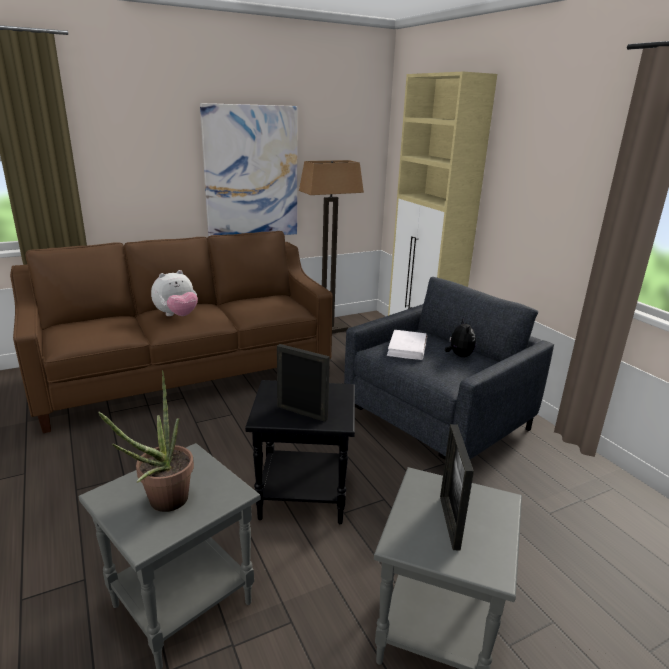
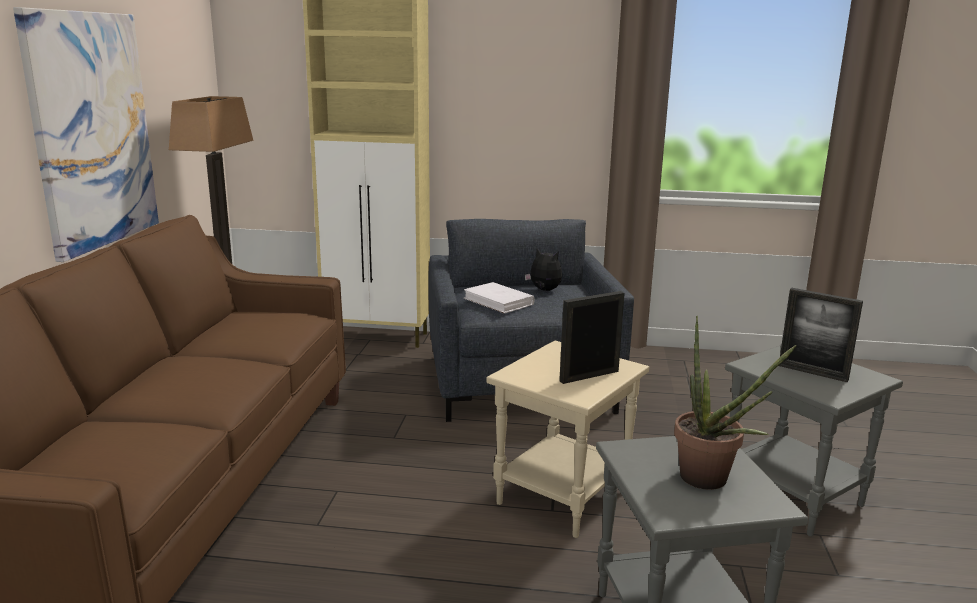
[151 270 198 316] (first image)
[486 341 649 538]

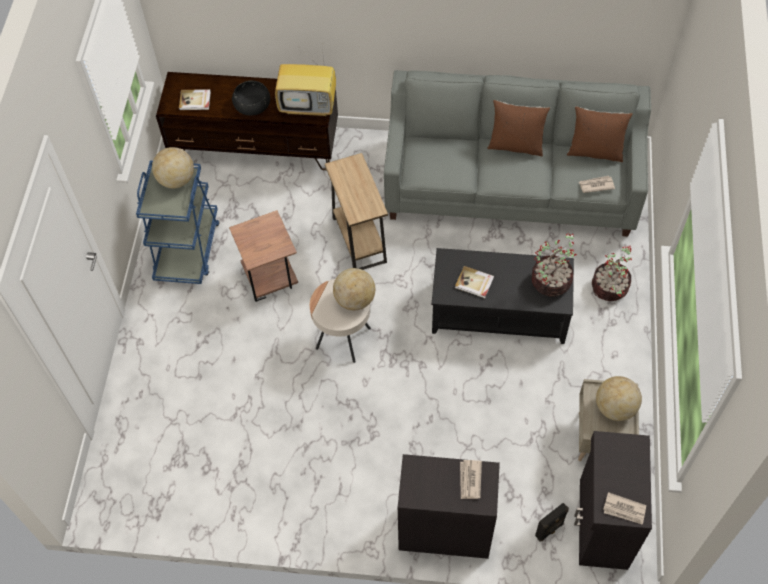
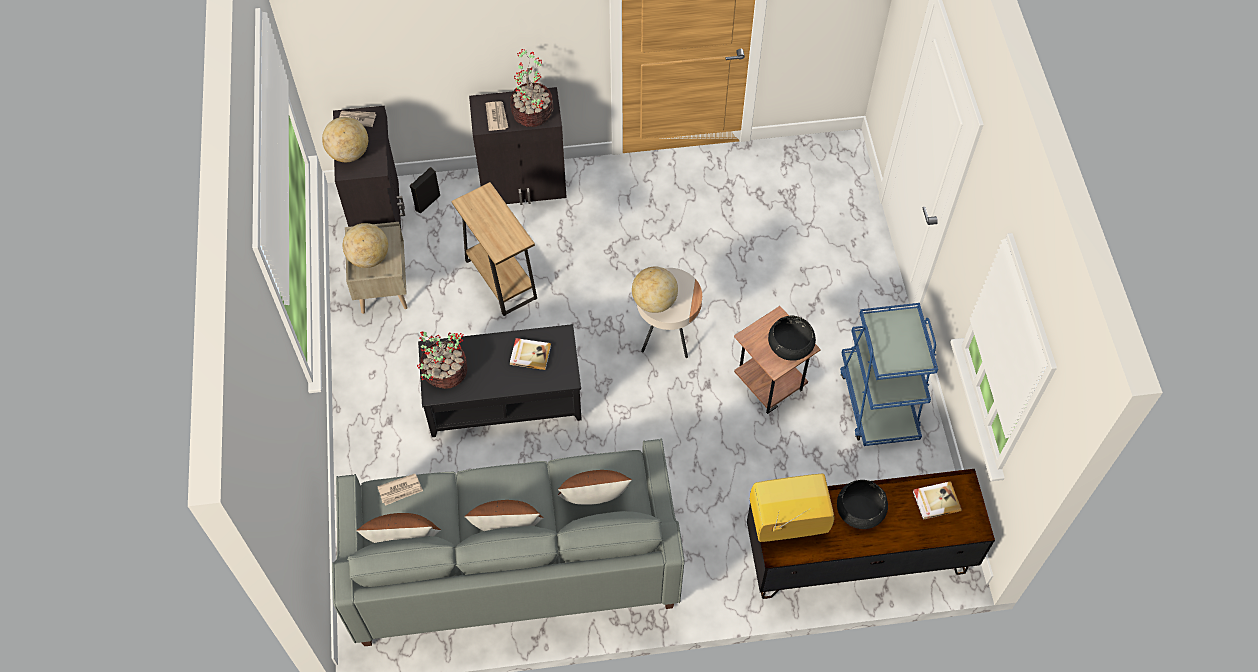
[558 470 632 505]
[768 316 816 361]
[322 117 368 162]
[452 182 537 316]
[510 49 553 127]

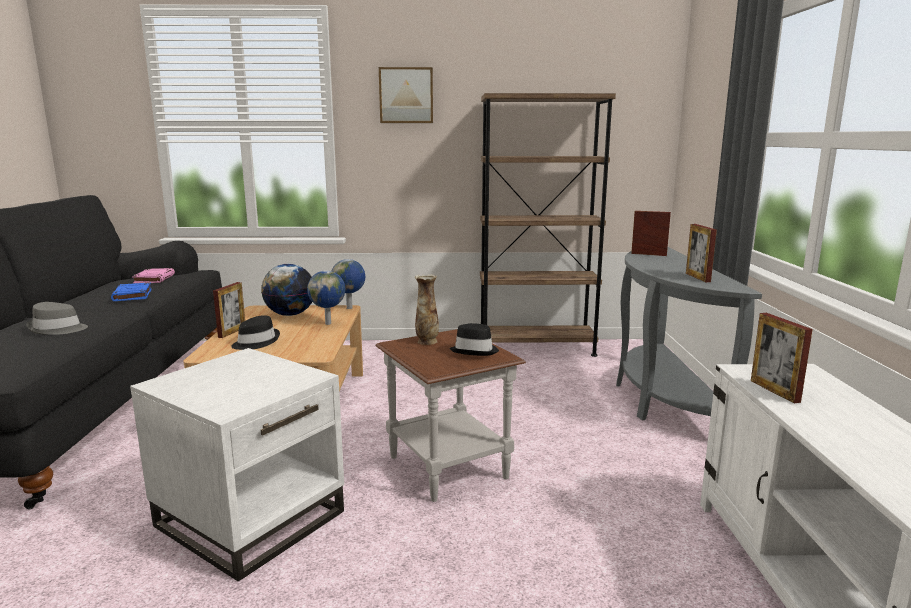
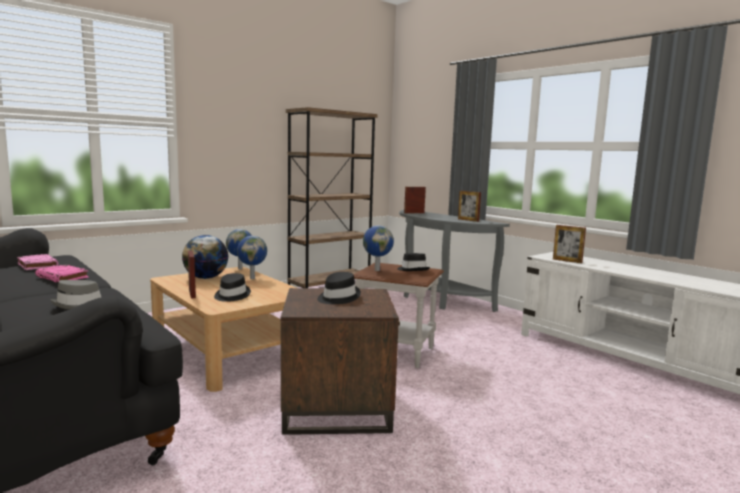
[379 67 433 123] (first image)
[317 272 361 304]
[363 225 394 271]
[35 265 89 283]
[281 288 400 435]

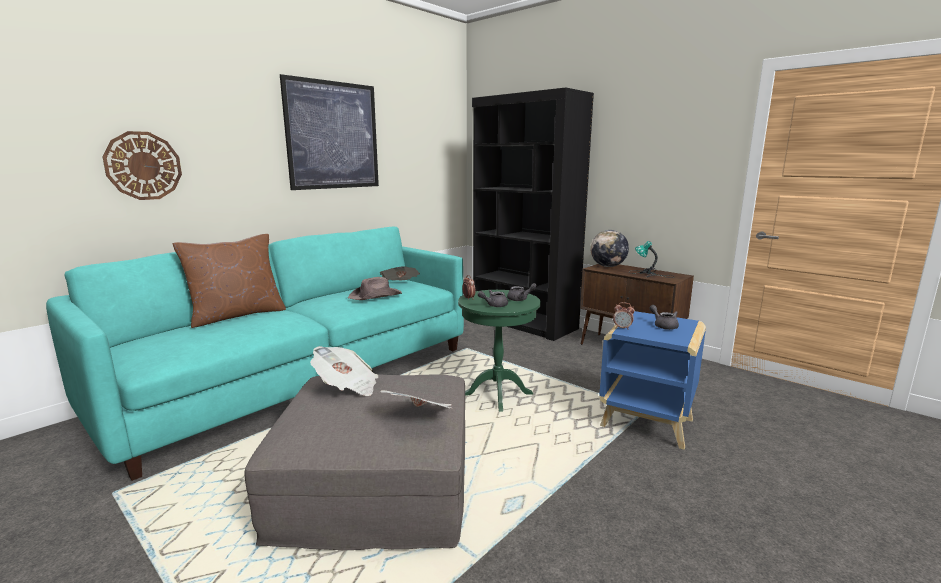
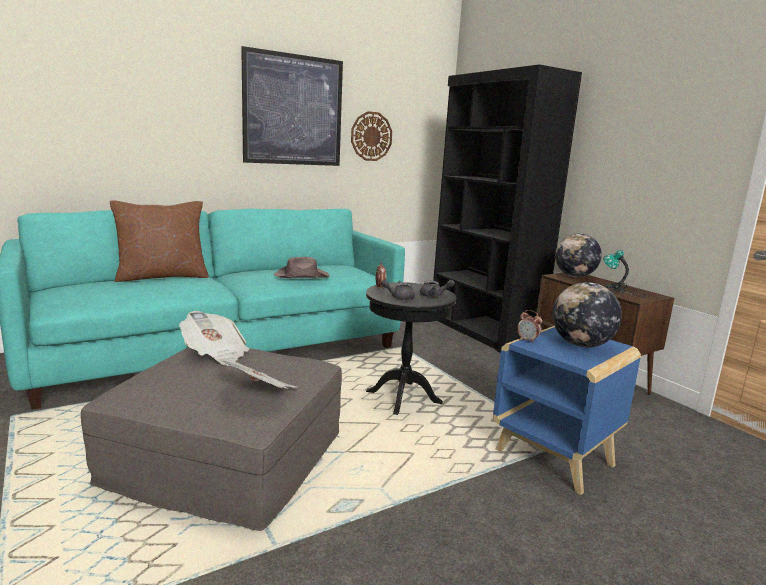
[380 266 420 280] (first image)
[351 111 392 161]
[553 282 622 348]
[366 282 456 415]

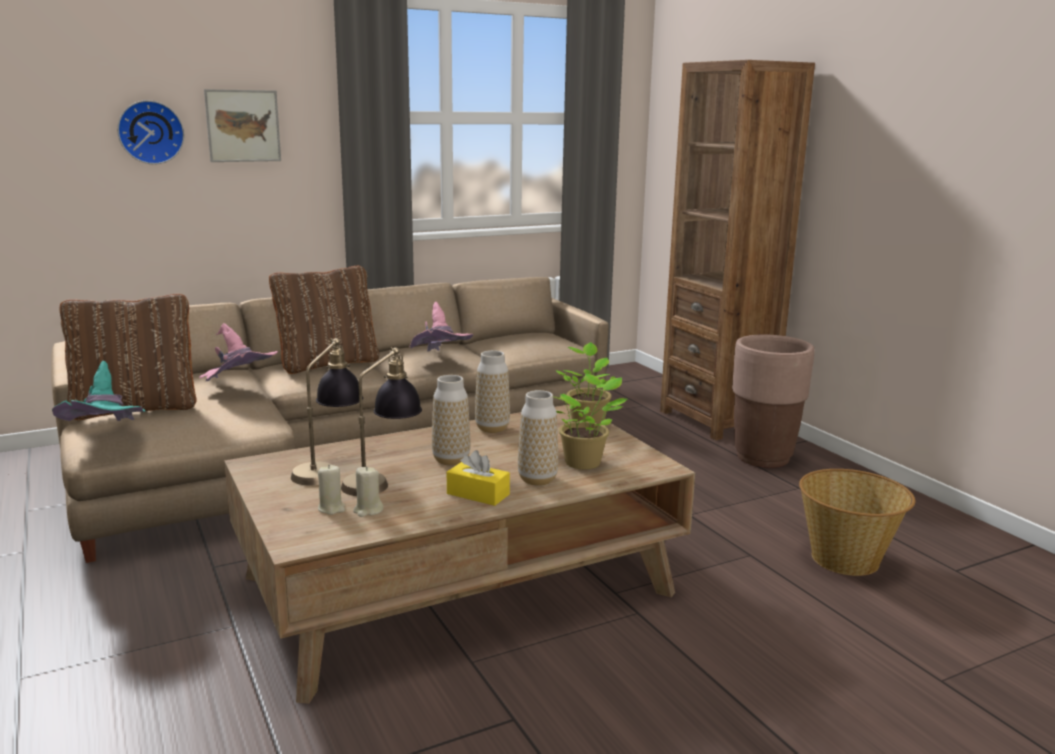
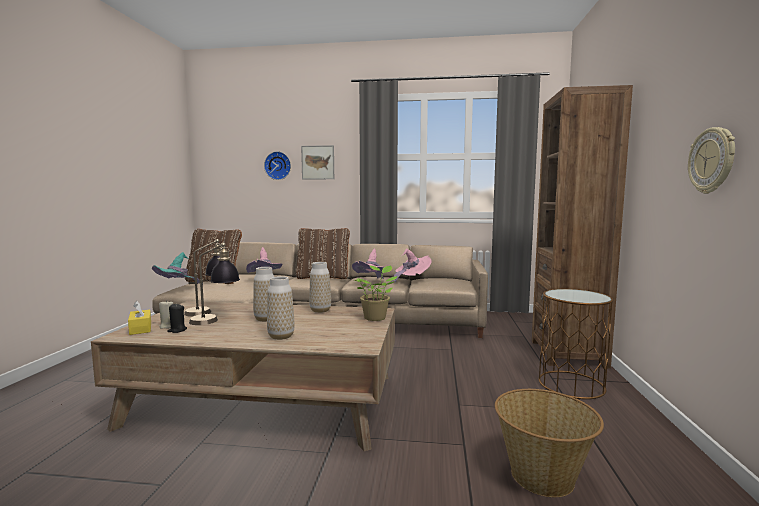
[554 374 627 469] (first image)
[390 248 432 283]
[688 127 735 194]
[128 301 151 335]
[539 289 613 399]
[167 304 187 333]

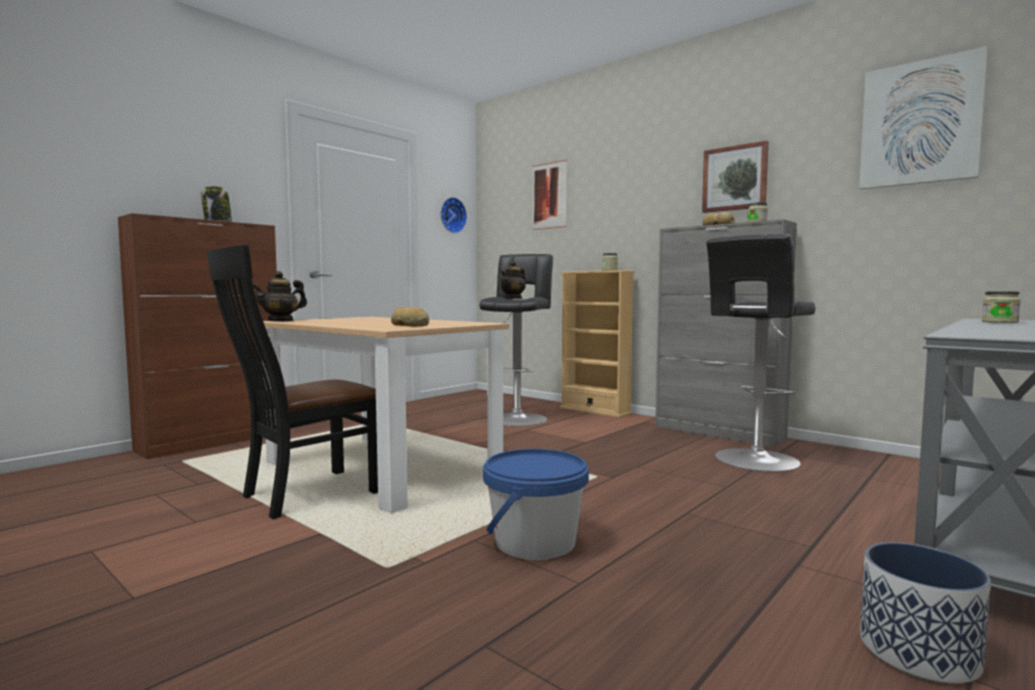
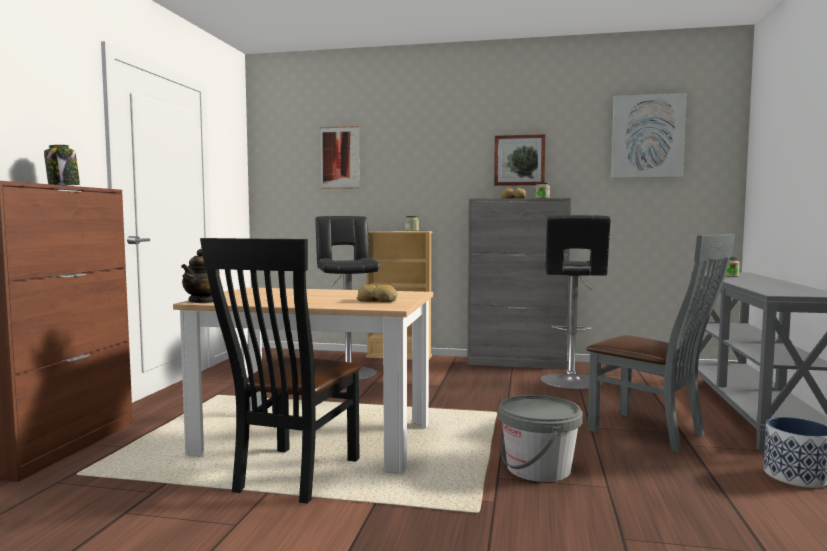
[441 197 467 233] (first image)
[500 261 526 299] (first image)
[587 234 735 452]
[498 395 583 482]

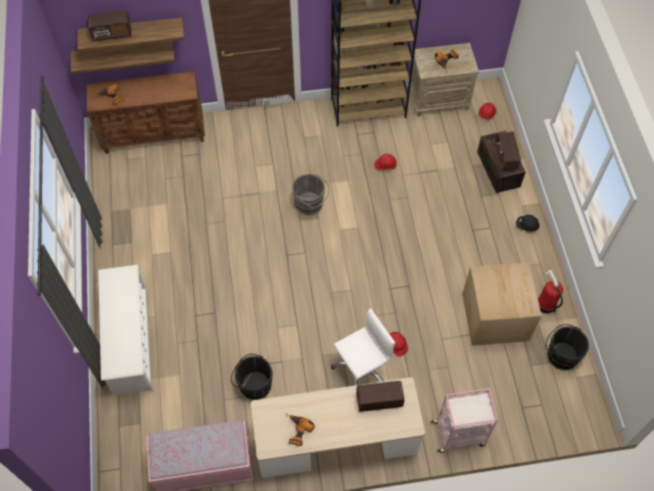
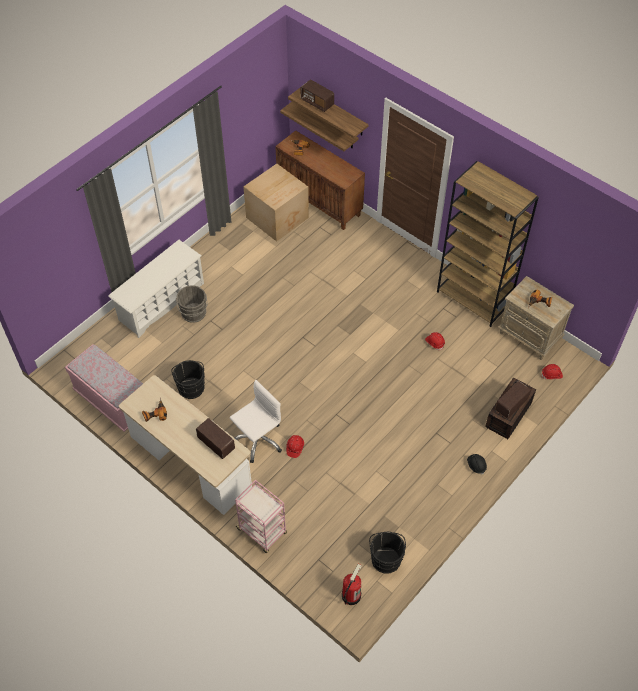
[176 285 208 323]
[243 164 309 242]
[342 564 362 605]
[230 380 282 463]

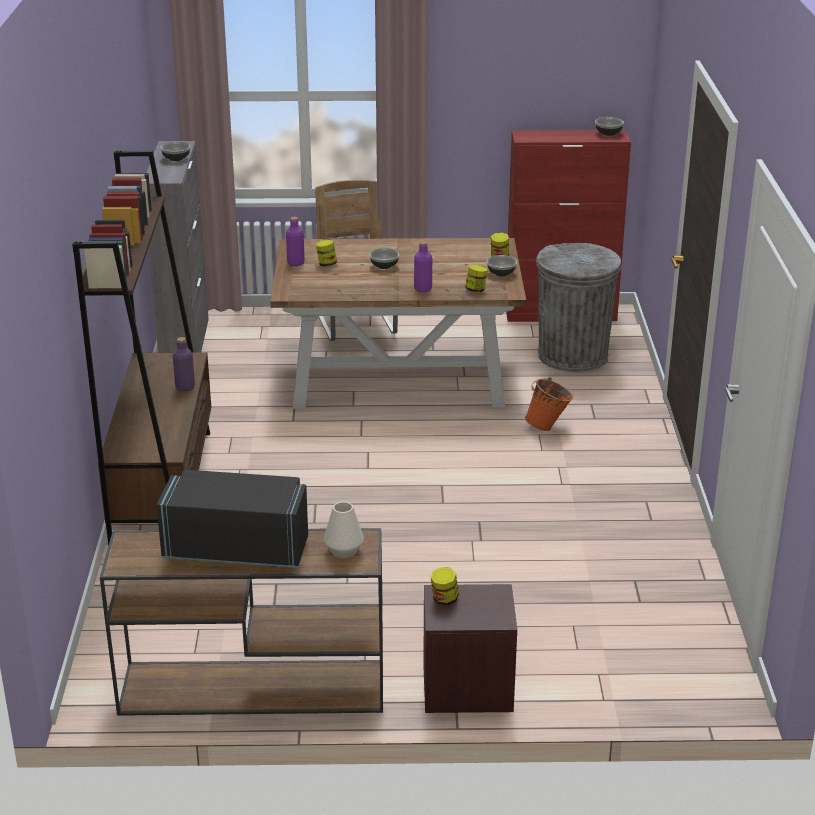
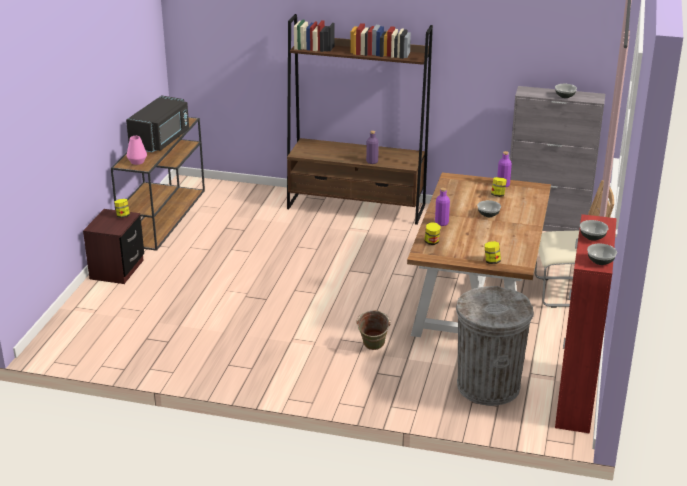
[580 220 609 241]
[127 136 147 165]
[356 310 391 350]

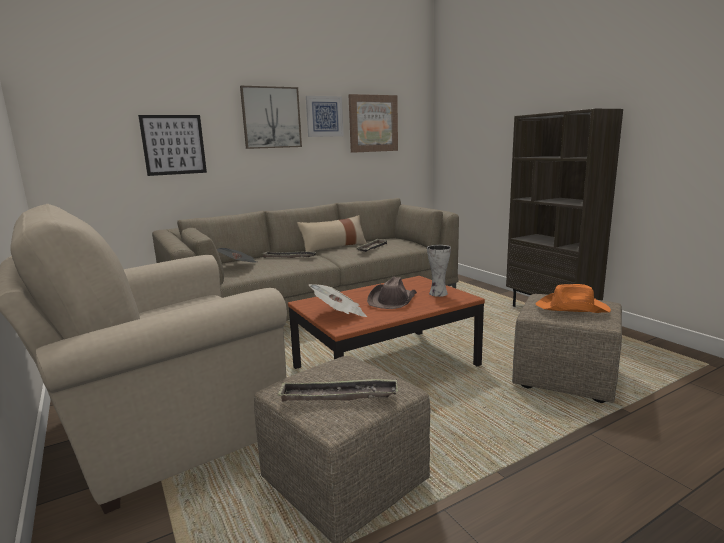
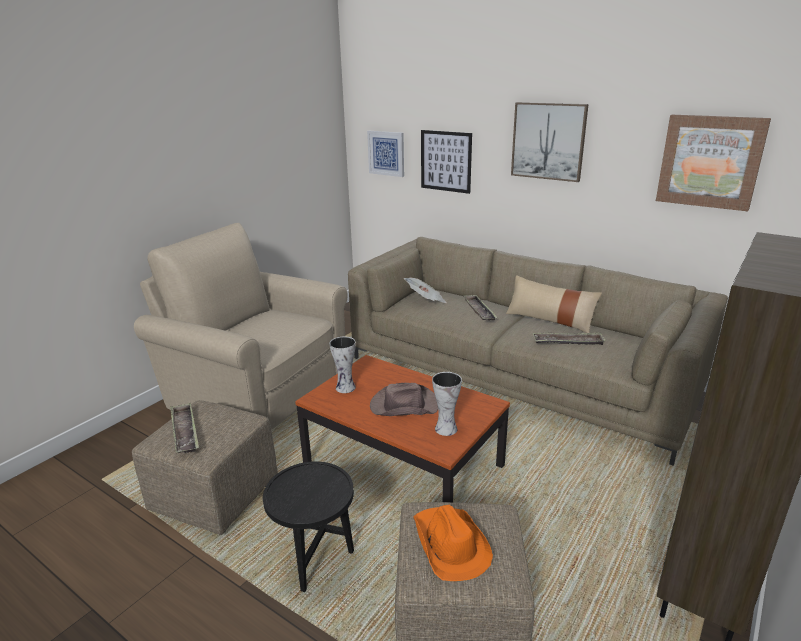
[263 461 354 592]
[367 131 404 177]
[329 336 356 393]

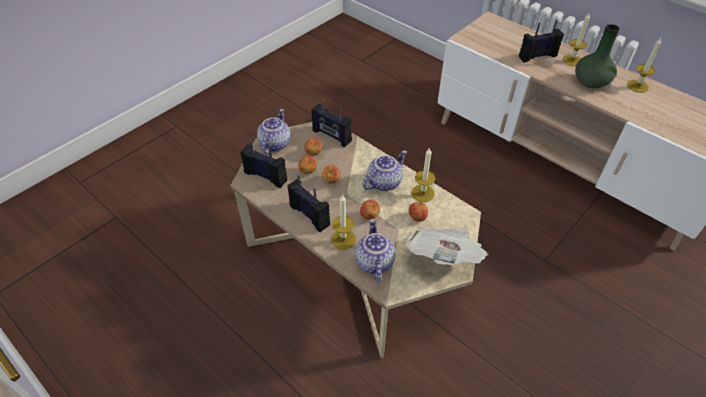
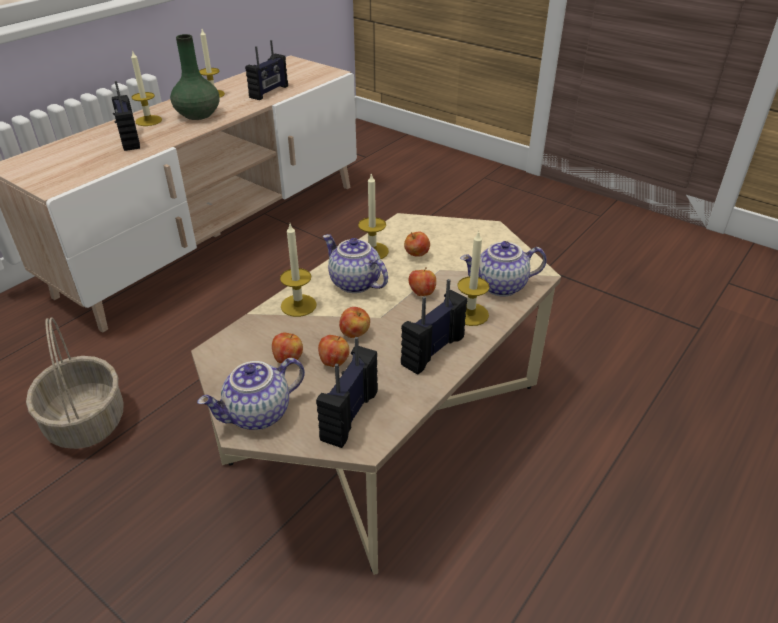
[405 227 488 265] (first image)
[26 317 123 449]
[280 224 317 317]
[245 40 288 100]
[197 358 305 430]

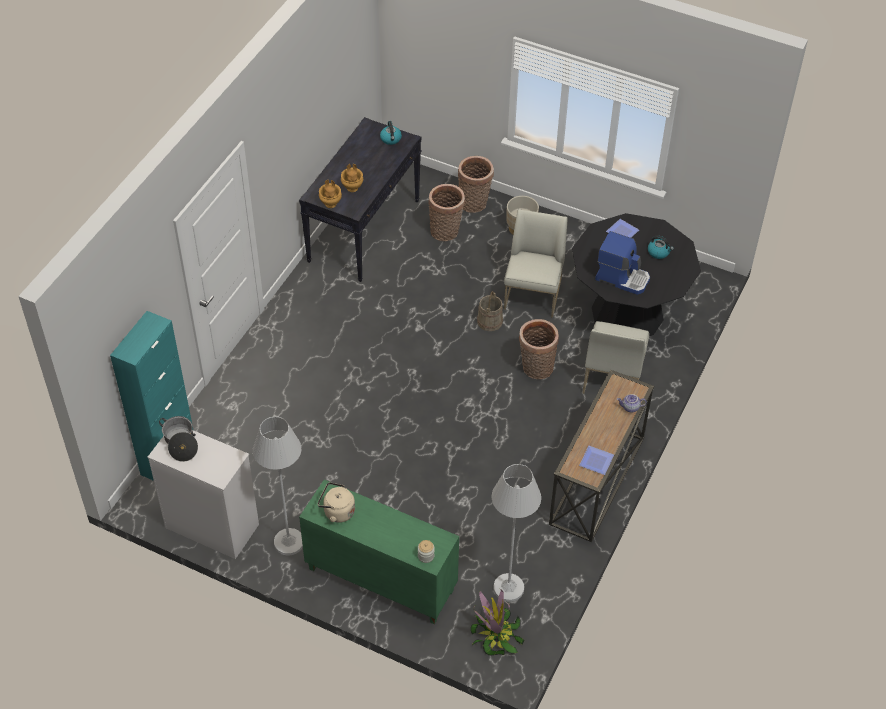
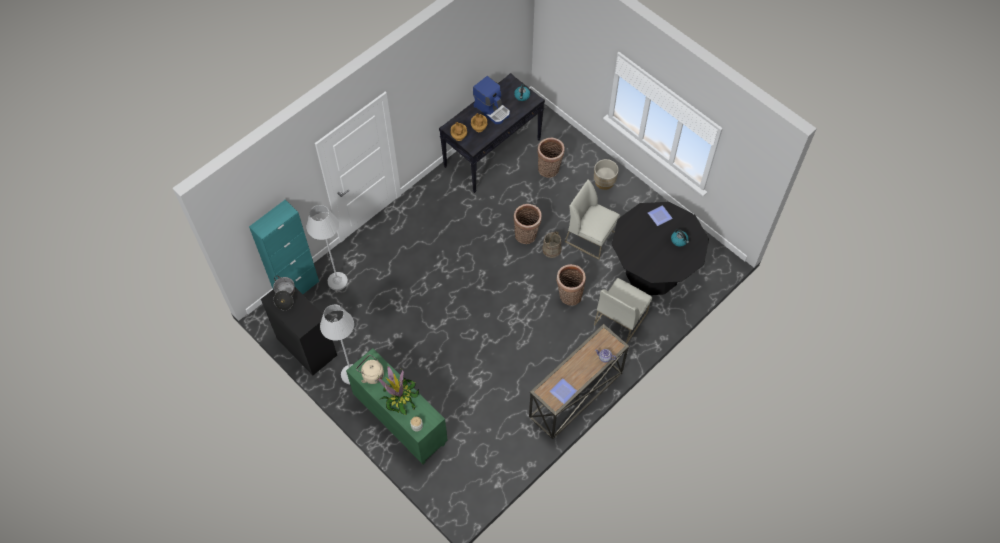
[513 204 542 244]
[378 366 419 415]
[306 205 348 290]
[473 76 510 124]
[261 287 337 375]
[565 179 620 260]

